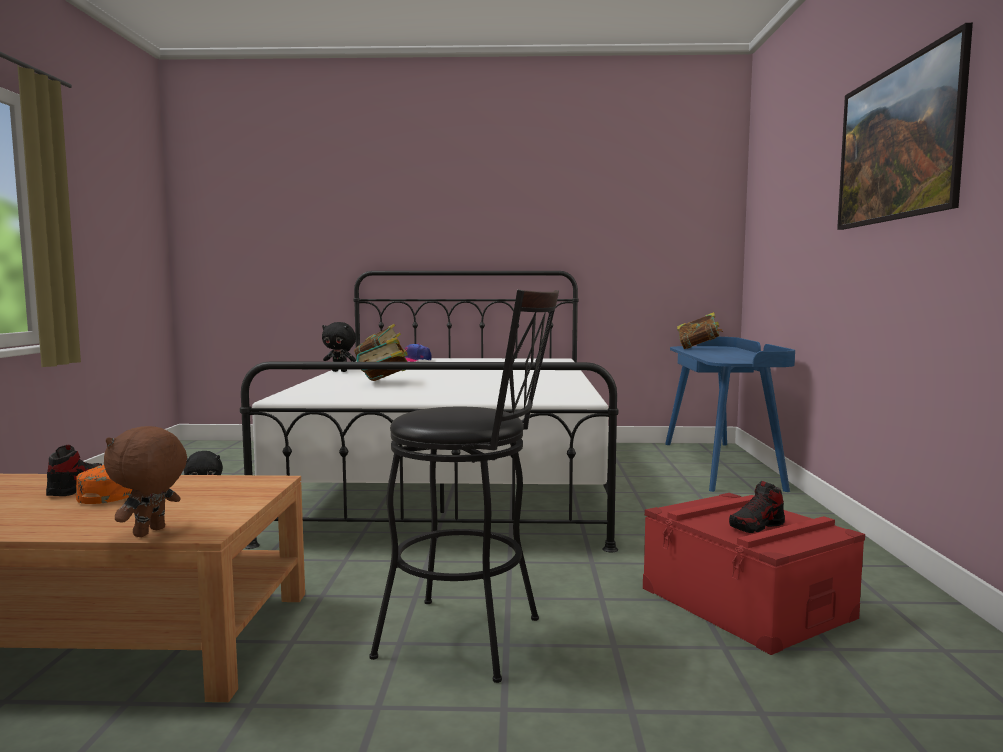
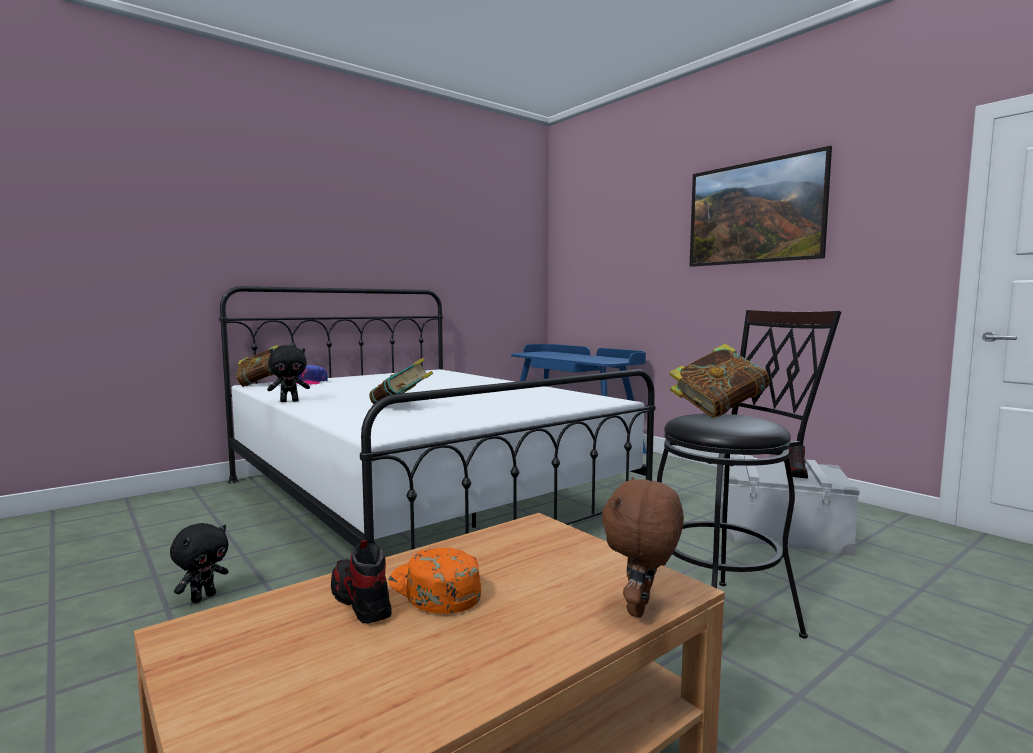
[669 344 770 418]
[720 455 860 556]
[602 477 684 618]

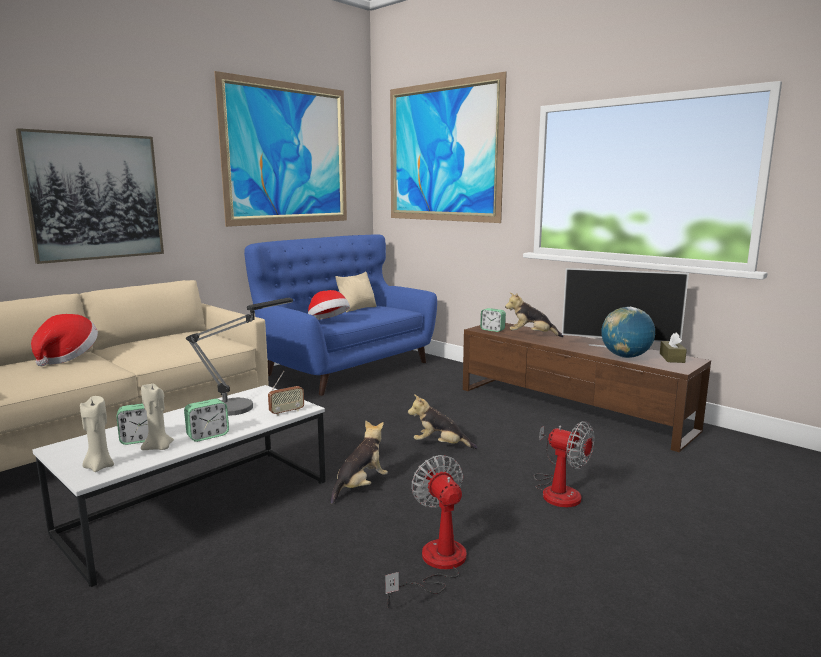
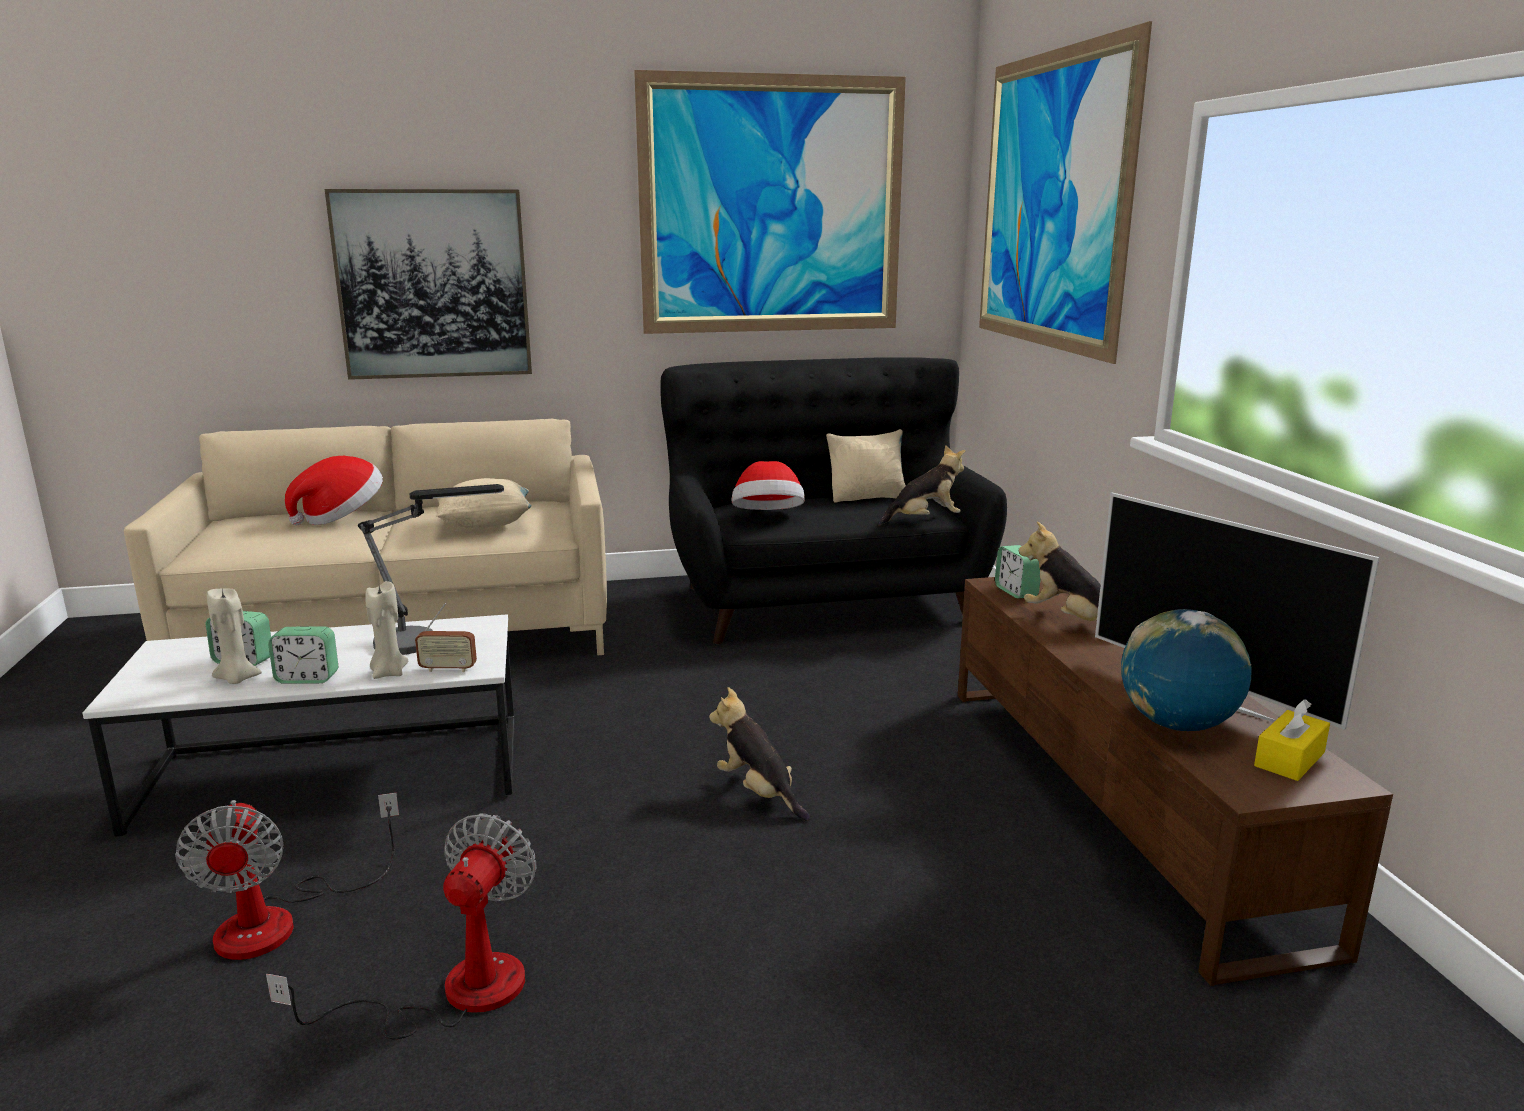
[436 478 532 529]
[365 581 408 679]
[878 445 966 526]
[175 793 399 960]
[660 357 1007 644]
[1254 700 1330 781]

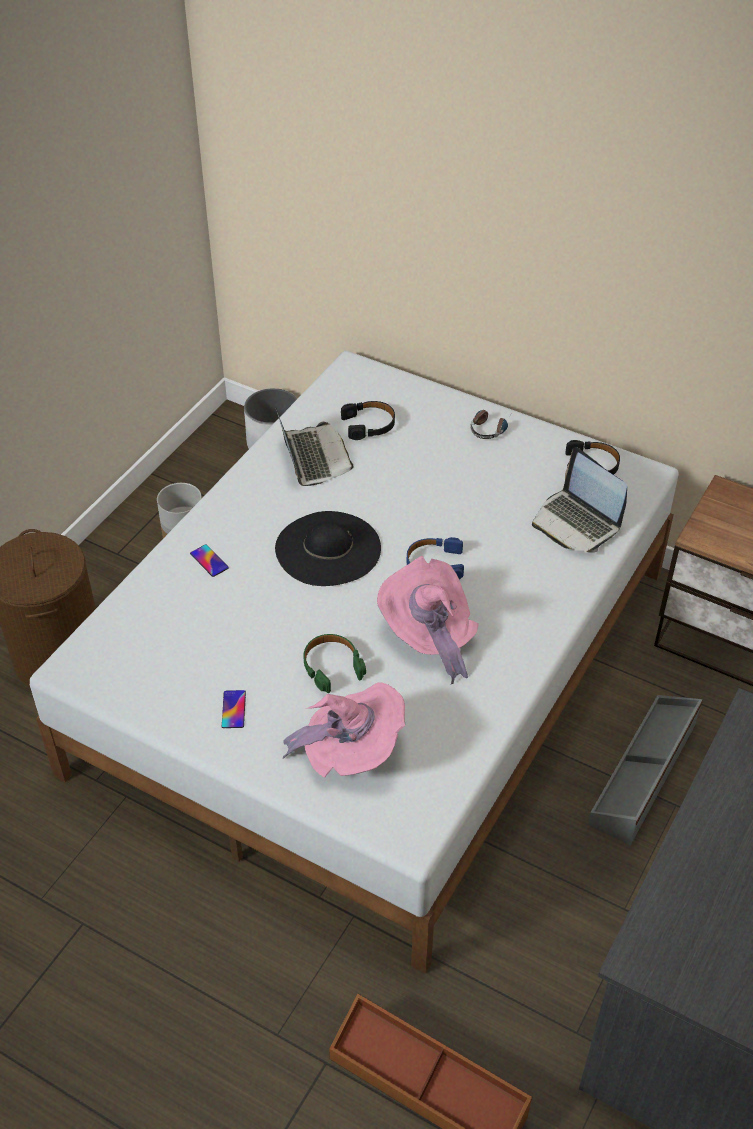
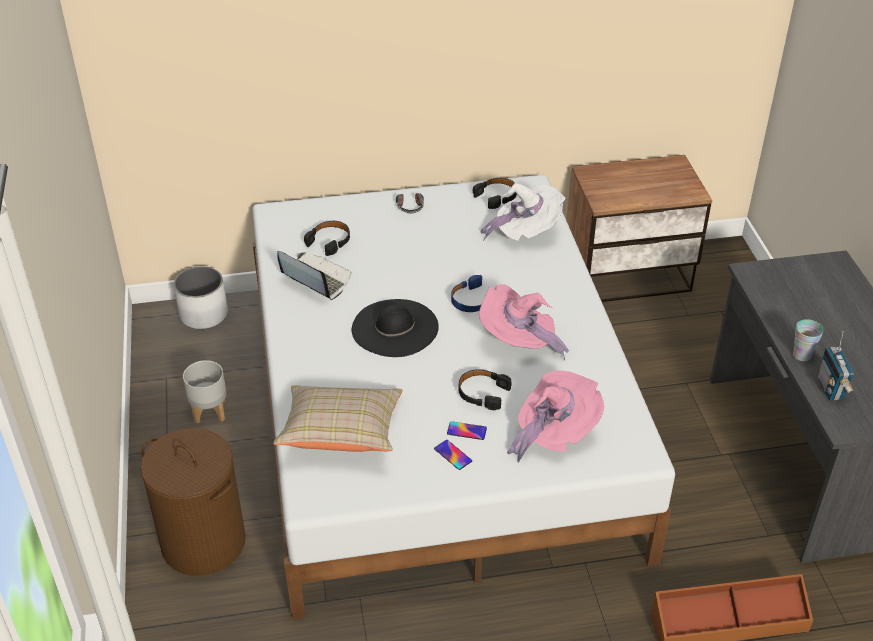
[588 695 703 845] (first image)
[273 385 403 452]
[793 319 824 361]
[818 331 854 400]
[447 421 487 440]
[480 183 566 241]
[459 369 512 410]

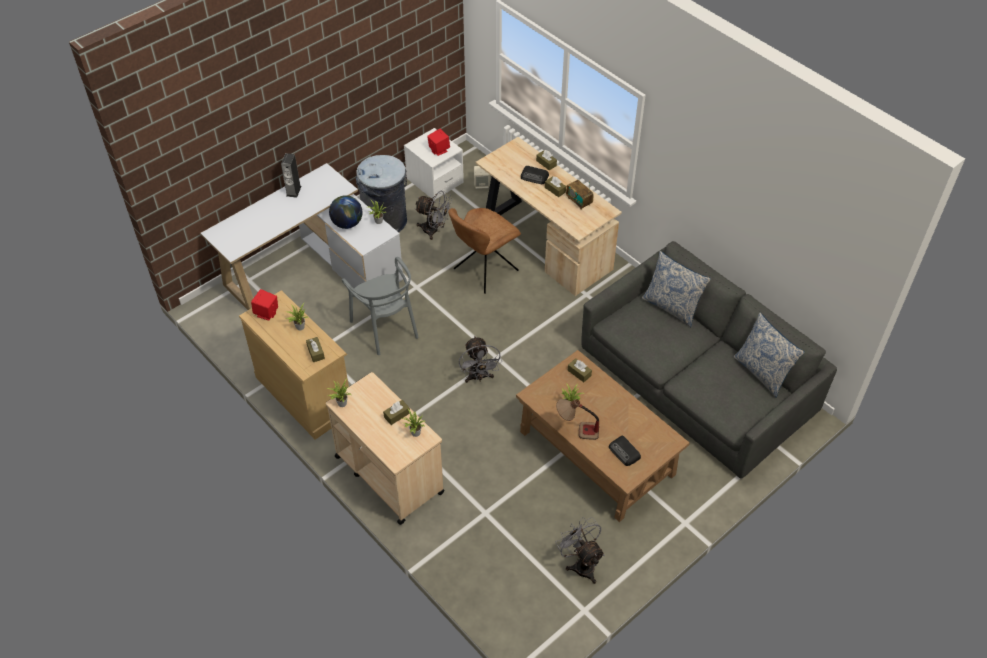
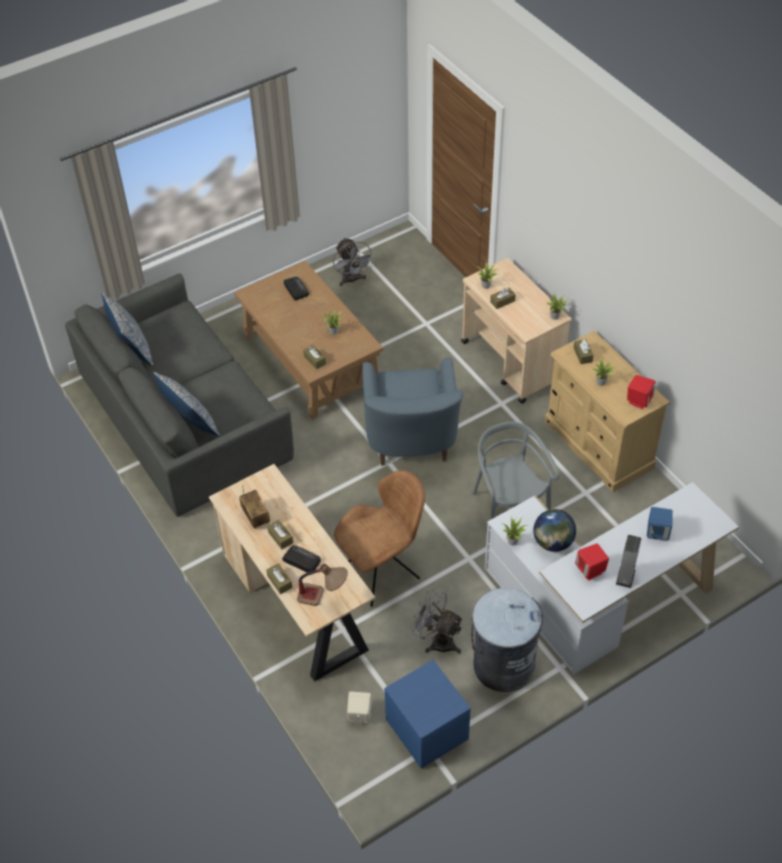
[647 507 673 541]
[575 543 609 581]
[297 564 348 606]
[362 357 463 466]
[384 660 471 769]

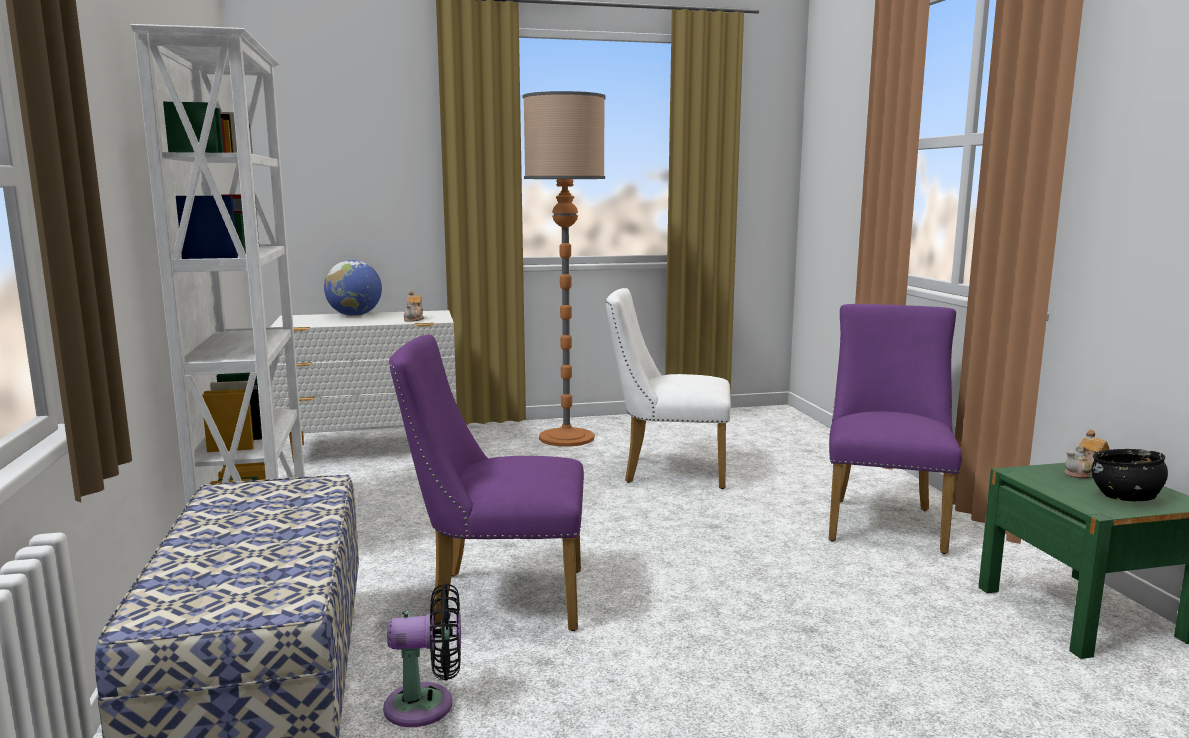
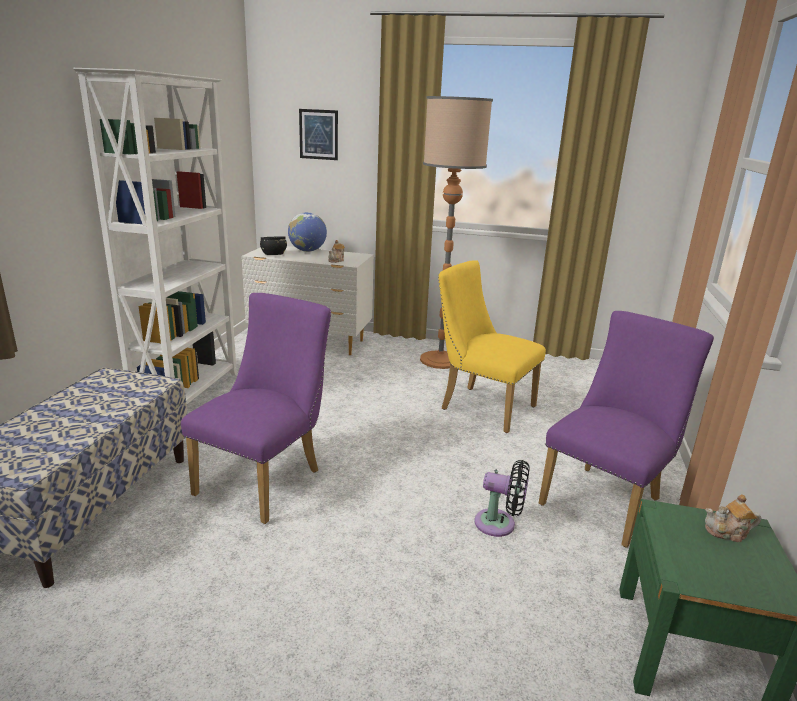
[299 109 338 160]
[475 460 530 537]
[260 236 287 255]
[438 260 546 433]
[181 293 331 524]

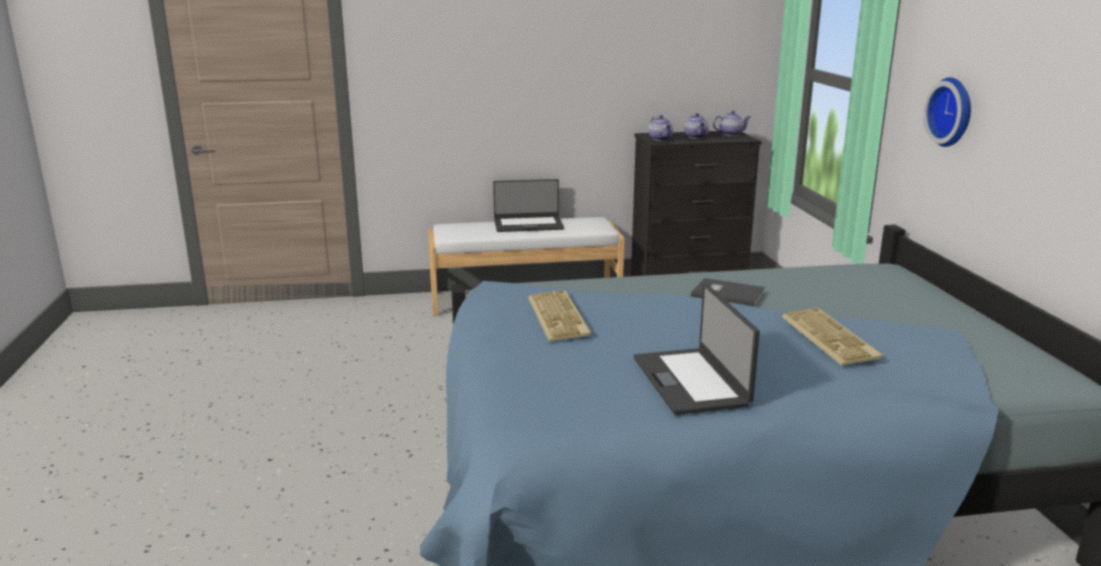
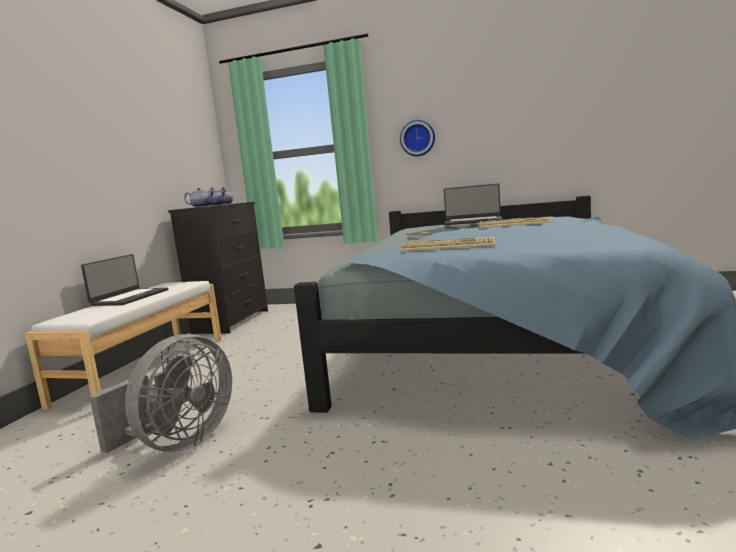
[89 334 232 453]
[444 184 503 225]

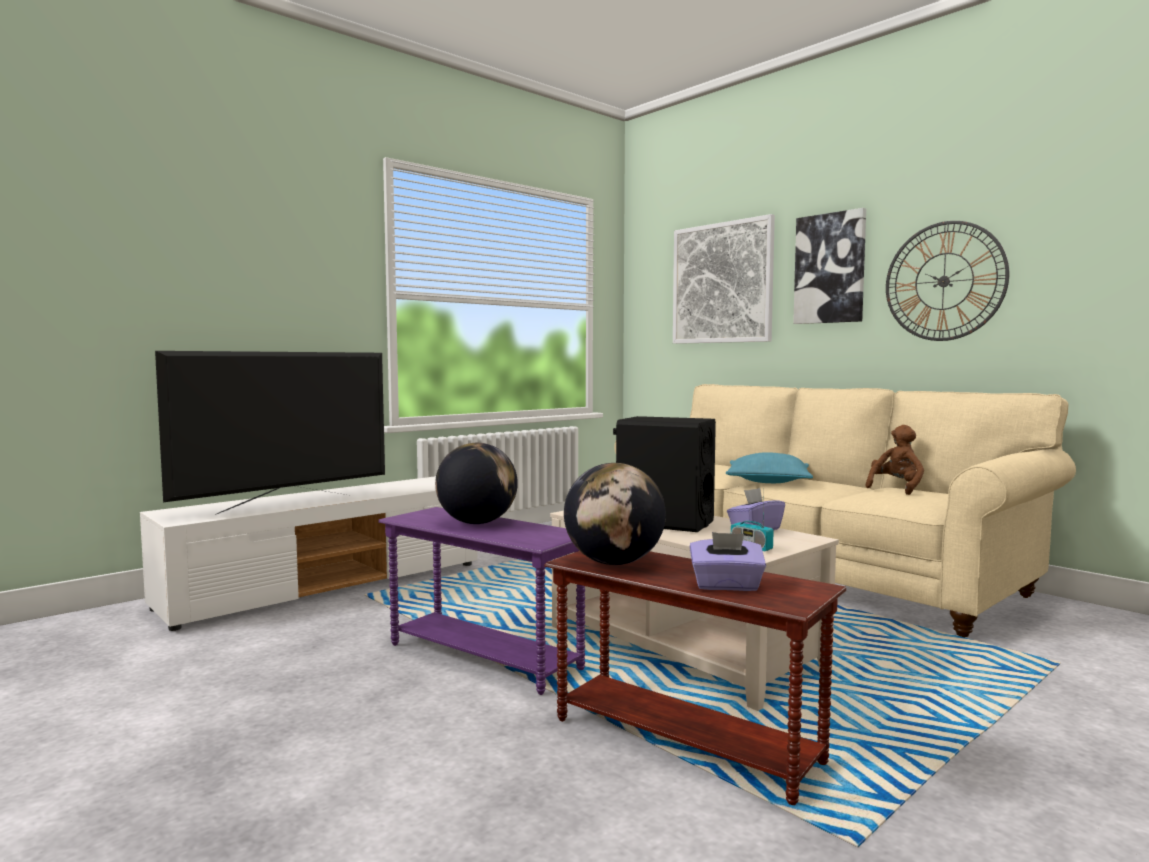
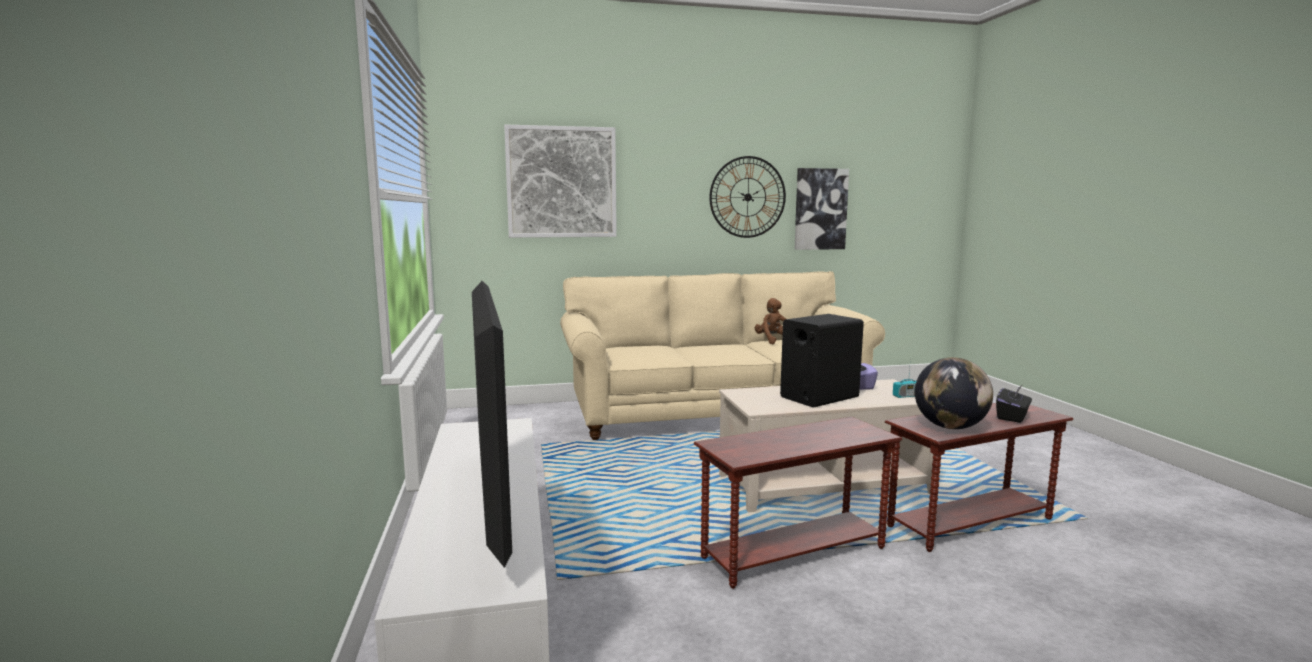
[435 443 518 524] (first image)
[726 452 813 483] (first image)
[795 168 849 250]
[694 417 903 589]
[996 384 1032 423]

